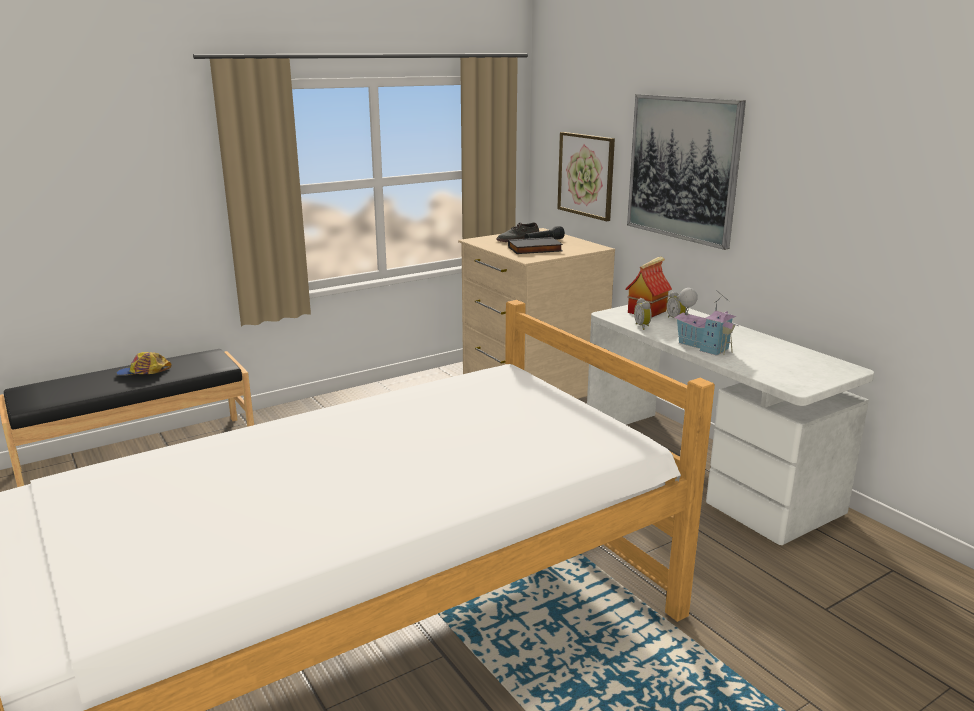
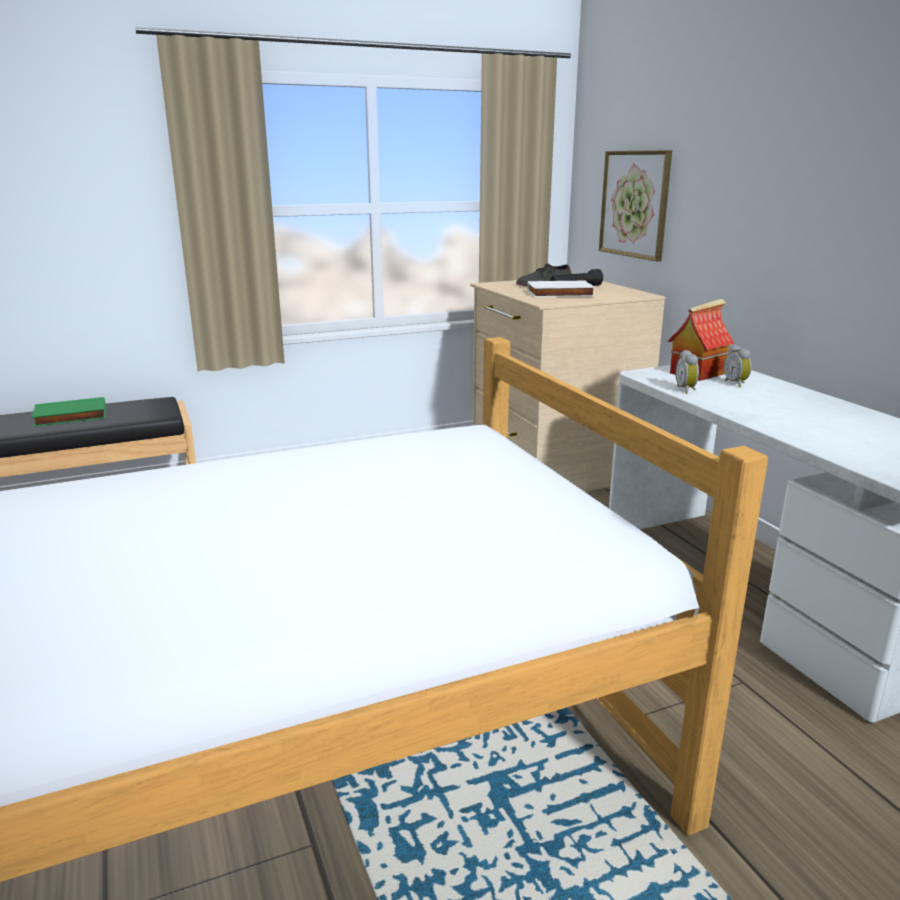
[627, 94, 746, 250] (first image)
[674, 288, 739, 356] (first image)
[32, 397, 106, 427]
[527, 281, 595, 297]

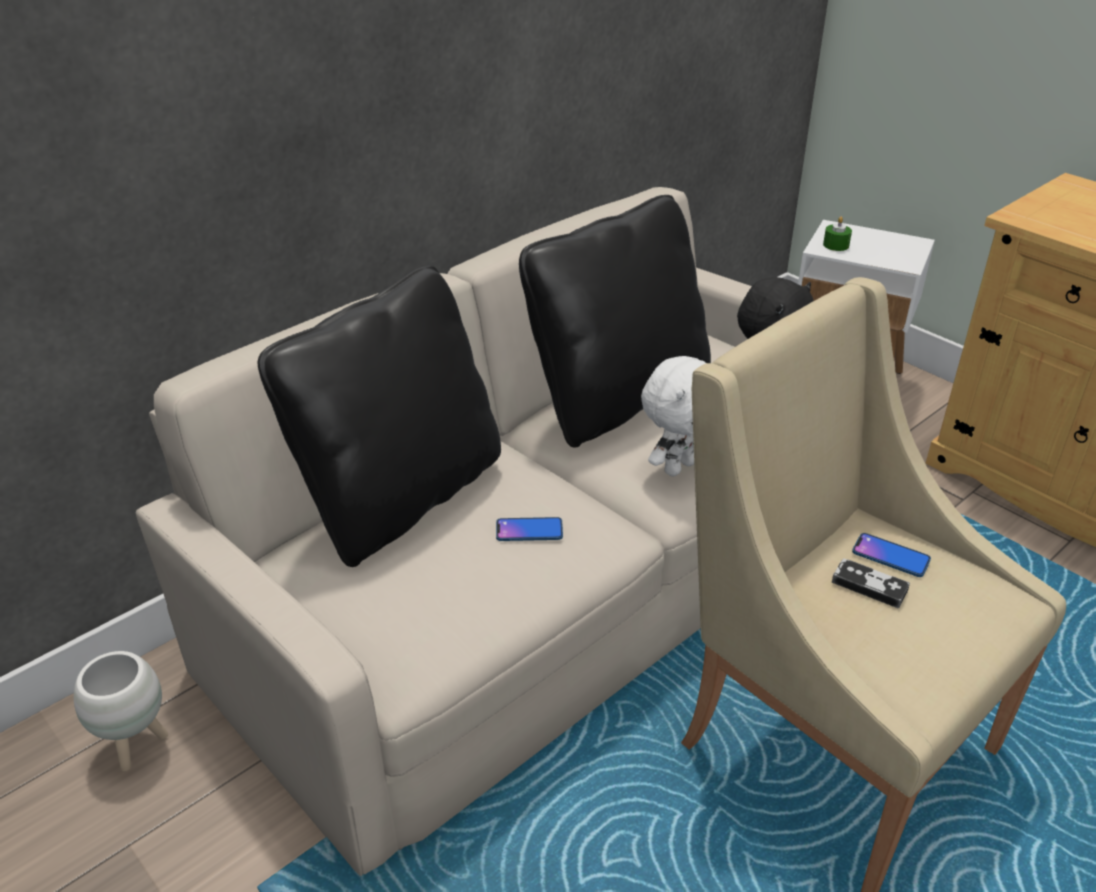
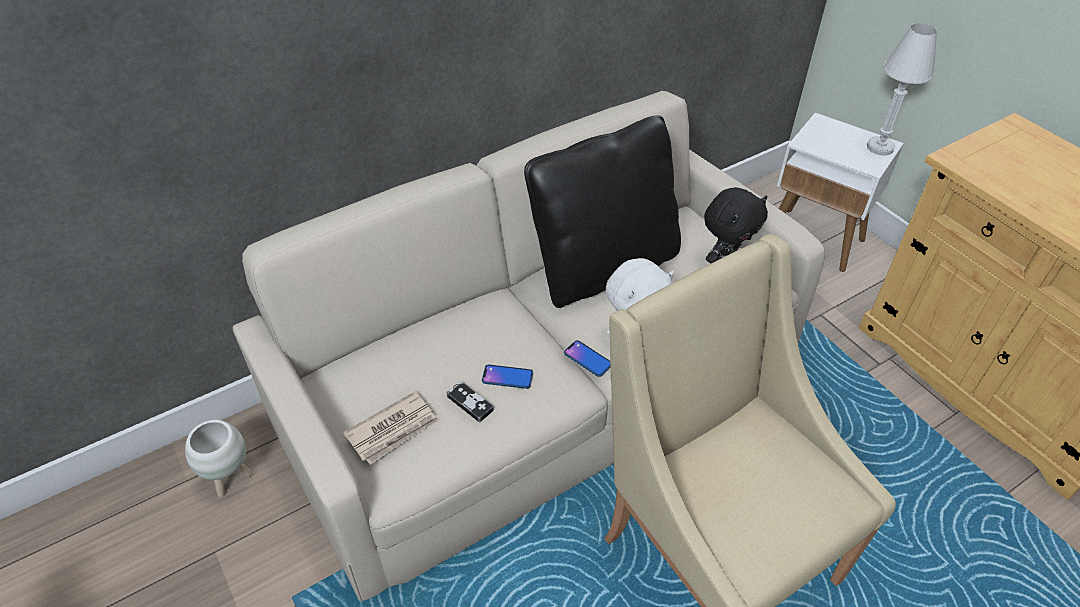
[257, 266, 501, 567] (first image)
[823, 217, 852, 251] (first image)
[343, 392, 440, 465]
[867, 23, 937, 156]
[447, 381, 494, 422]
[564, 340, 611, 377]

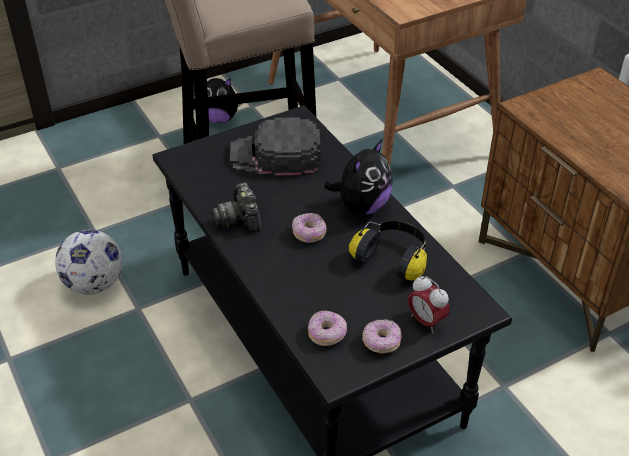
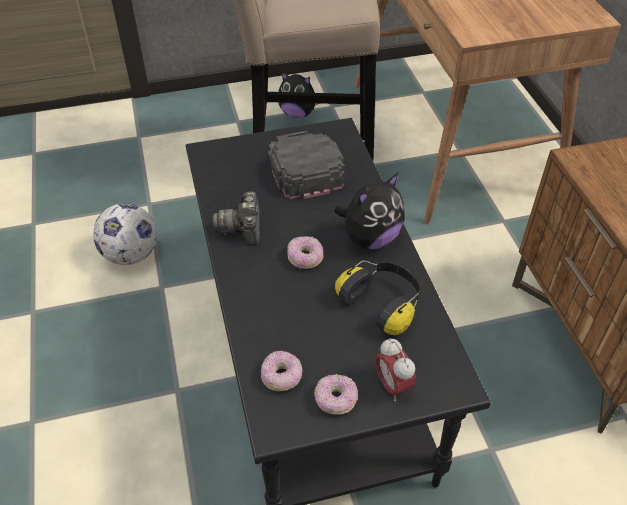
[268, 131, 345, 199]

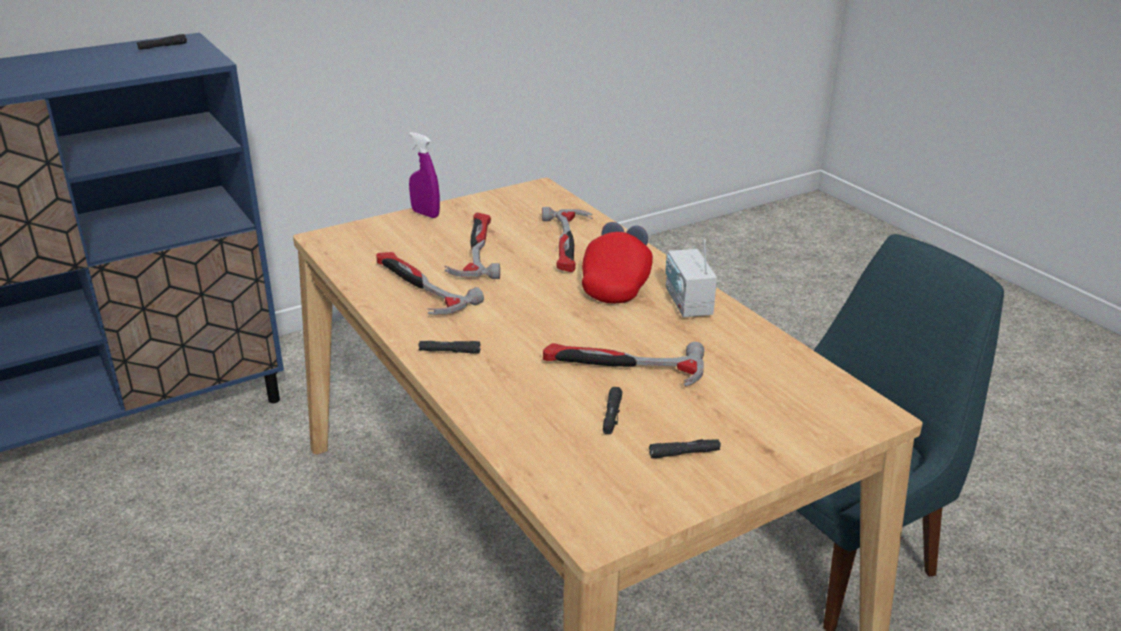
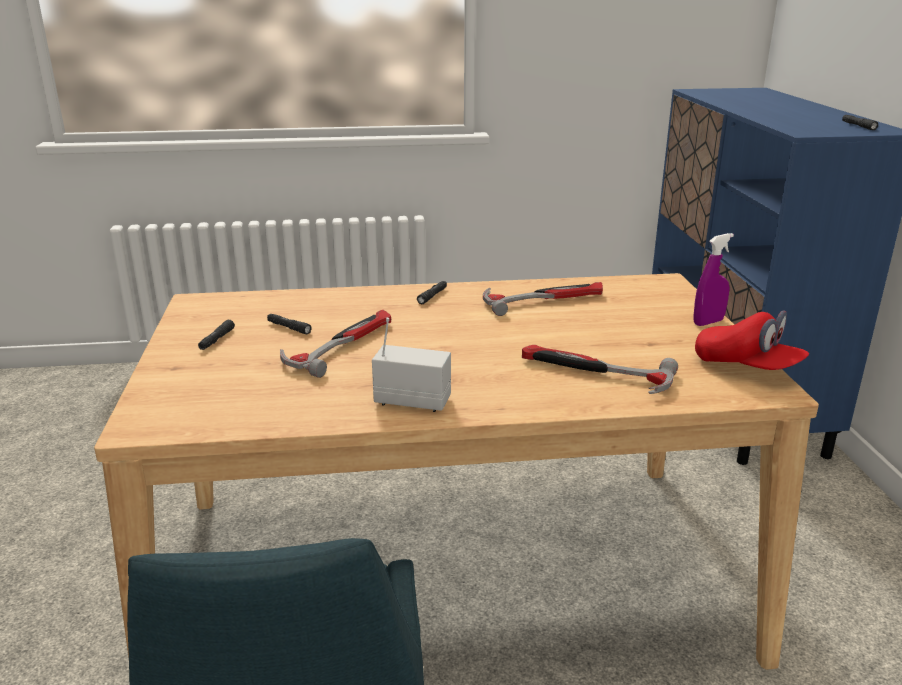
[444, 212, 500, 279] (first image)
[695, 310, 809, 370]

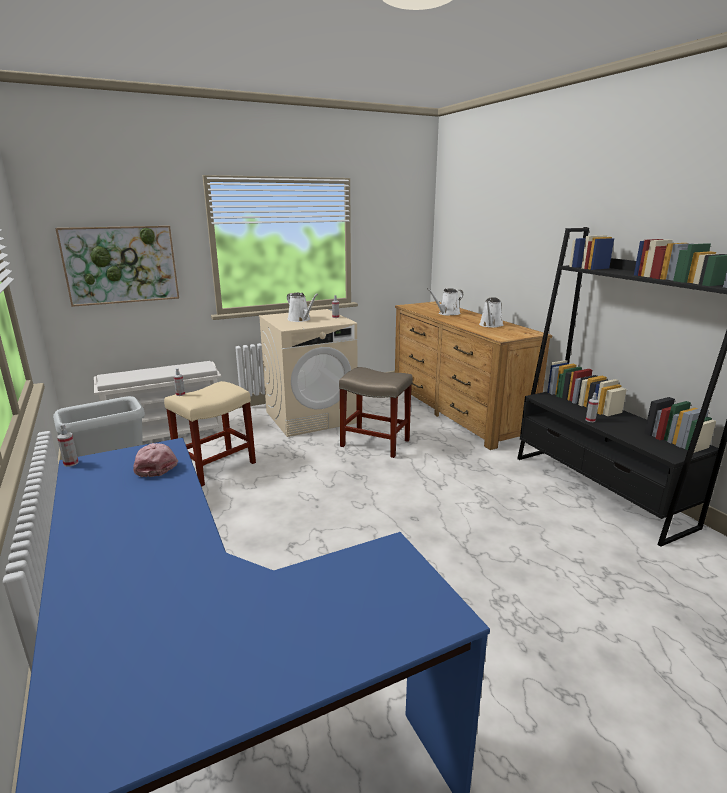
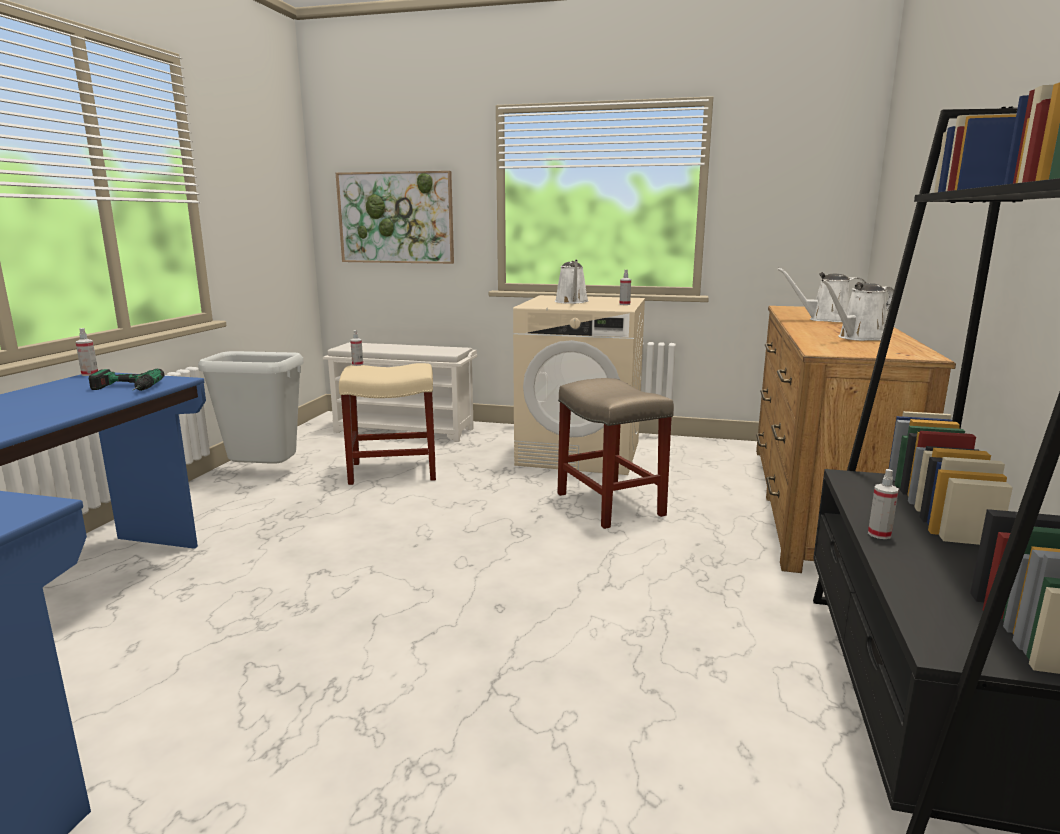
[89, 369, 164, 391]

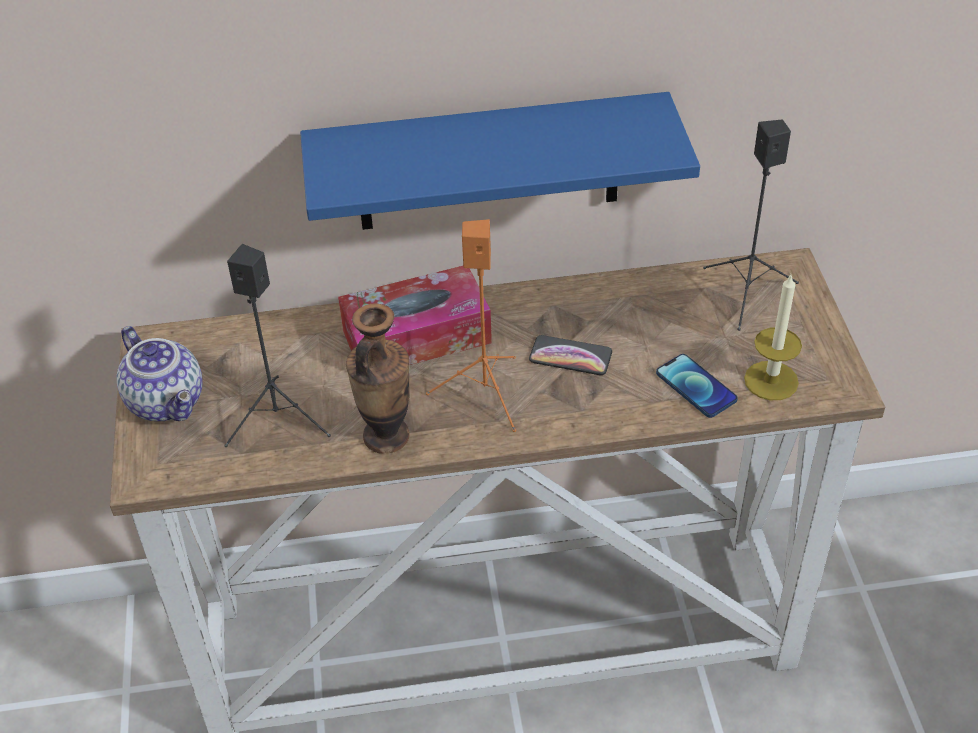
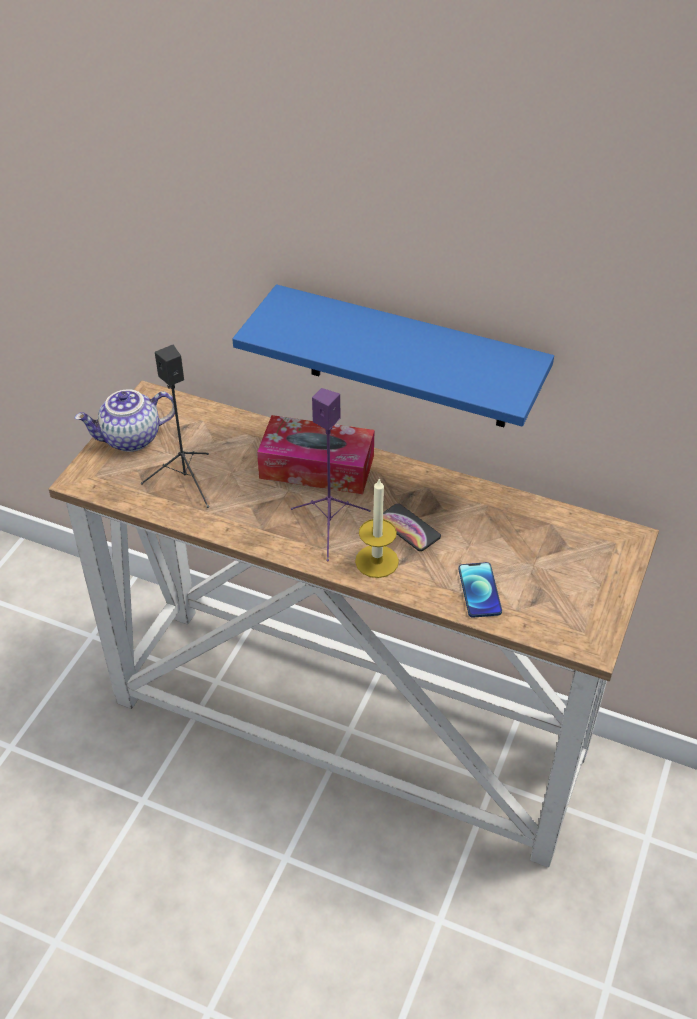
[346, 303, 410, 453] (first image)
[703, 120, 799, 331] (first image)
[355, 478, 399, 578]
[291, 388, 371, 561]
[75, 389, 175, 452]

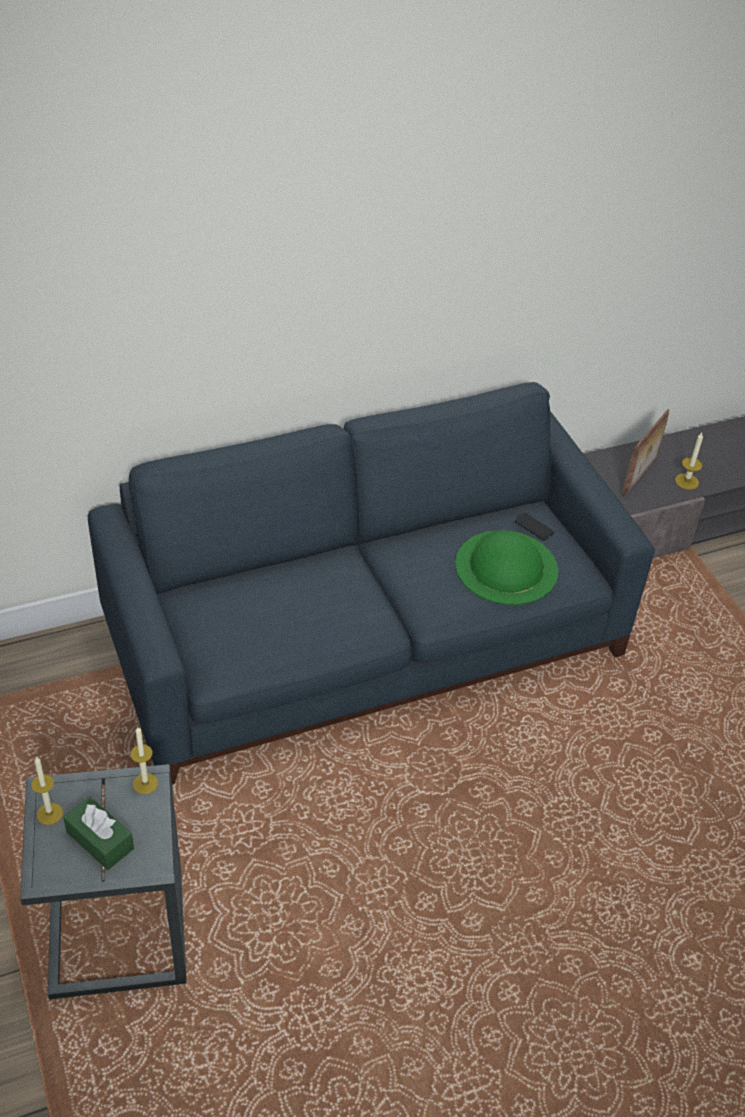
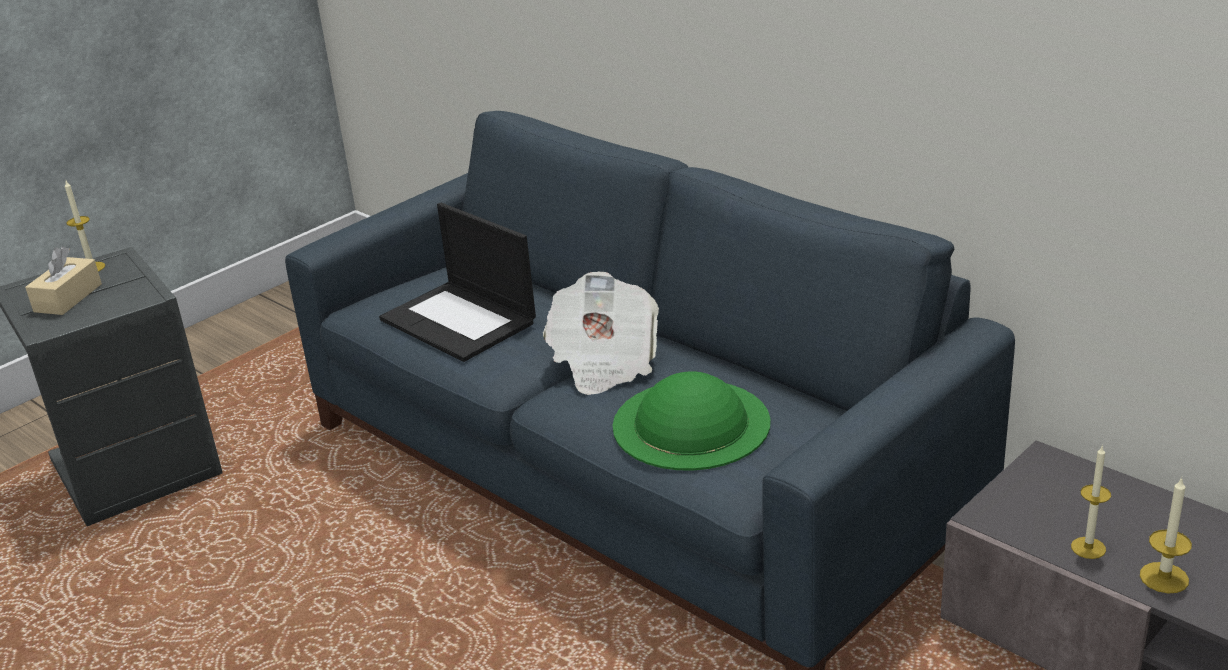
[515, 513, 554, 541] (first image)
[621, 409, 669, 497] (first image)
[379, 203, 536, 362]
[543, 271, 659, 395]
[1071, 445, 1111, 559]
[25, 247, 102, 315]

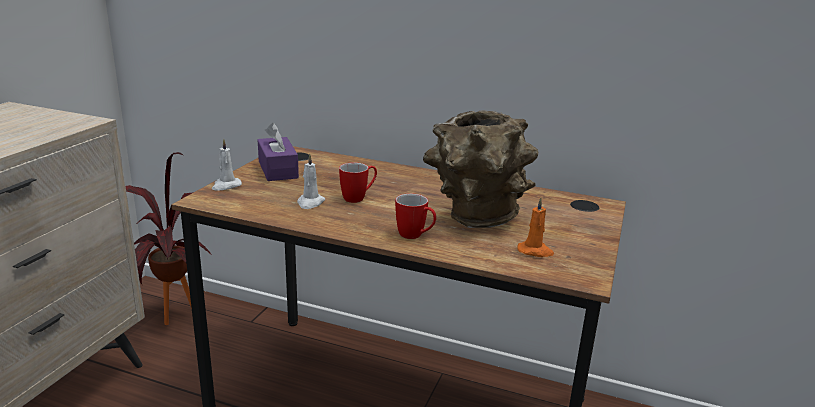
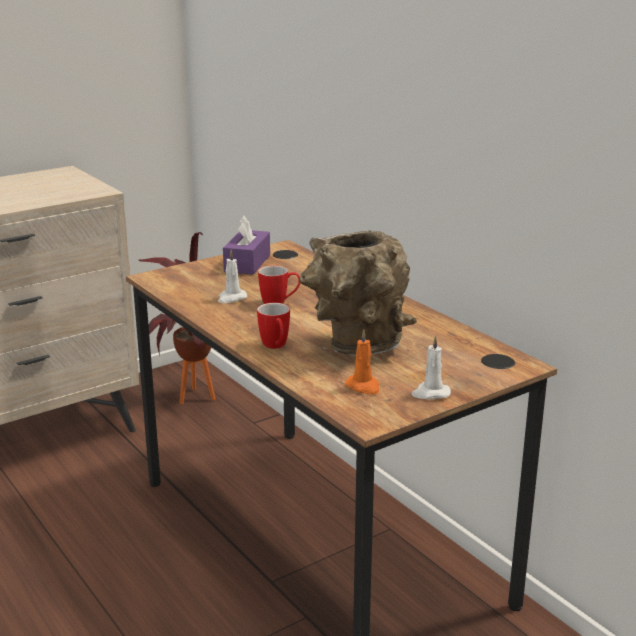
[412, 335, 451, 399]

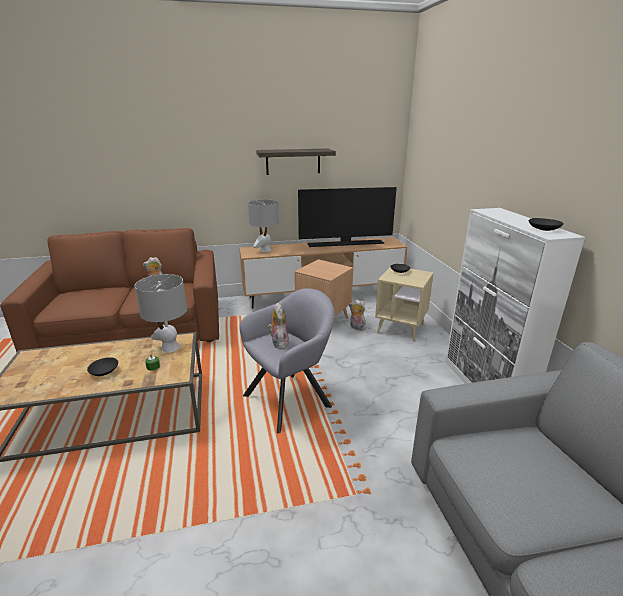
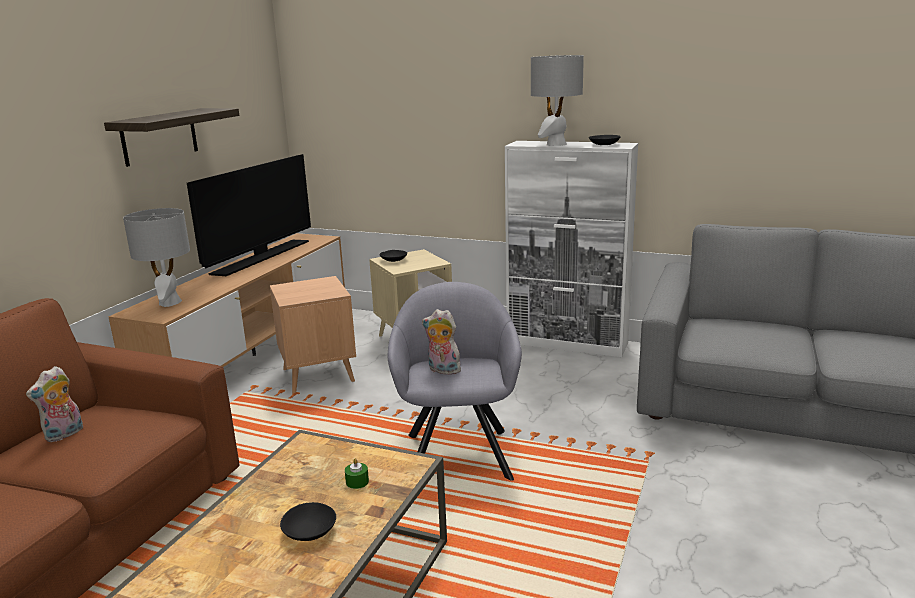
[349, 300, 366, 331] (first image)
[531, 55, 584, 146]

